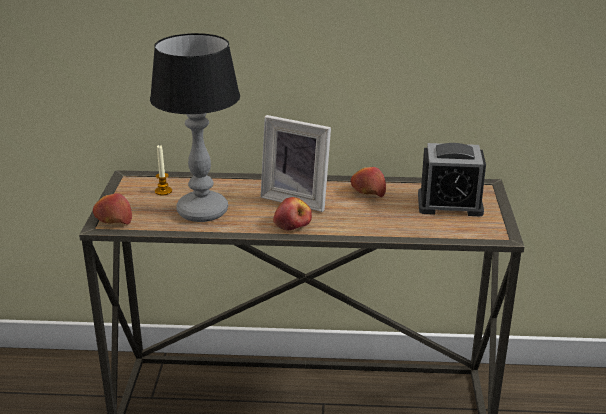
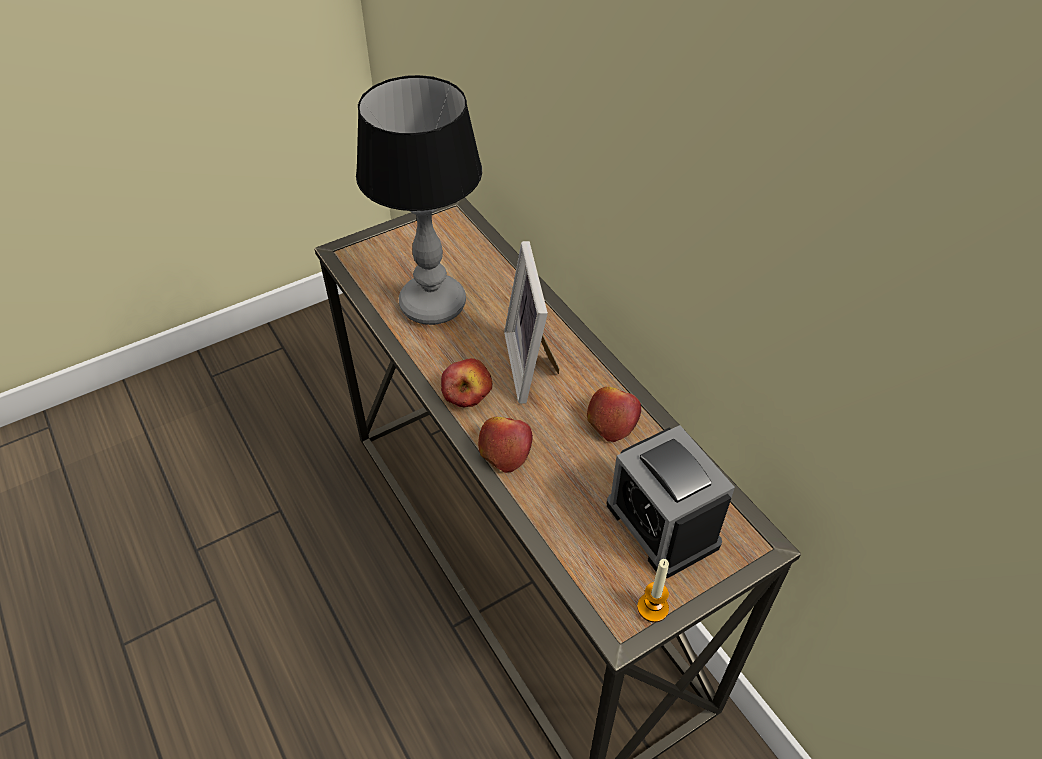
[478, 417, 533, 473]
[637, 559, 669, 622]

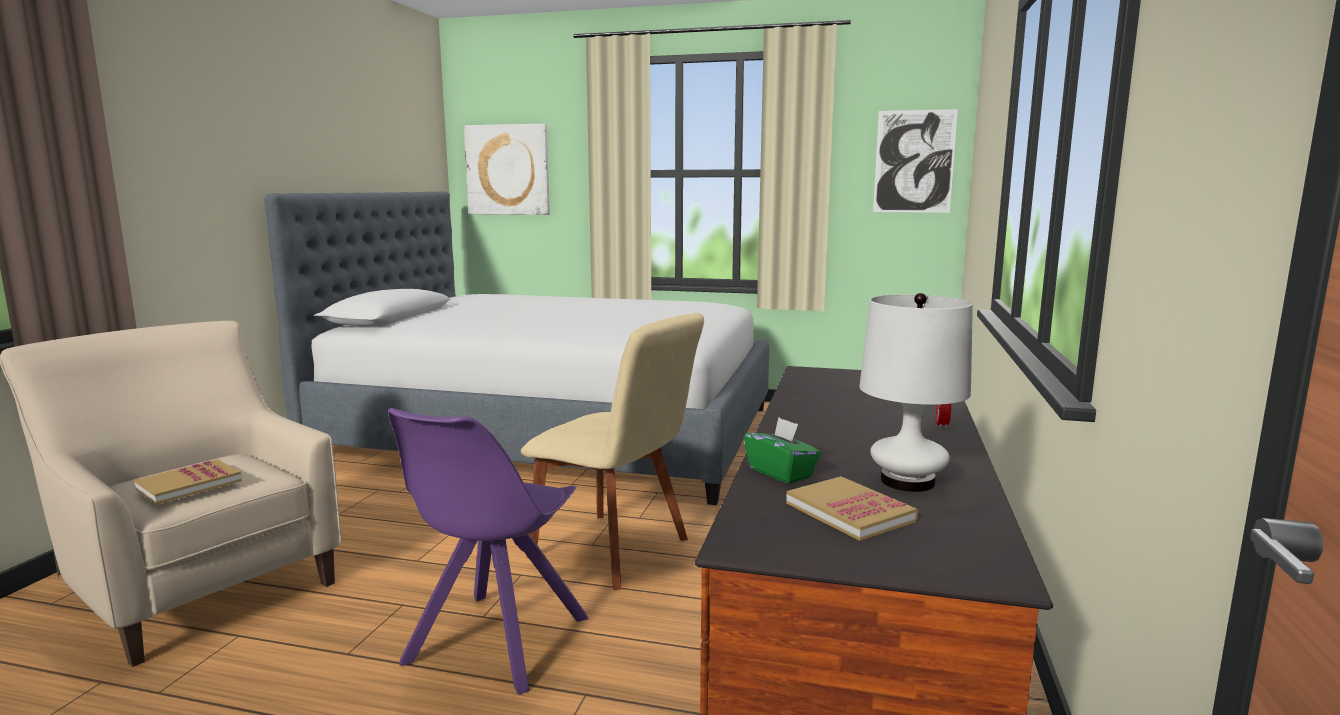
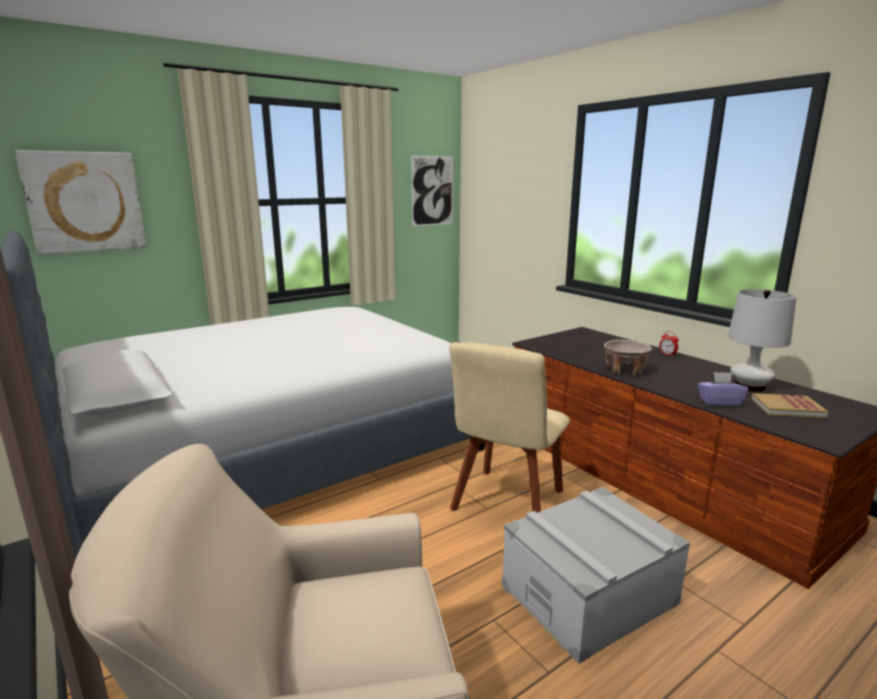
[134, 459, 242, 504] (first image)
[604, 339, 652, 376]
[502, 487, 690, 663]
[698, 372, 749, 406]
[449, 342, 570, 513]

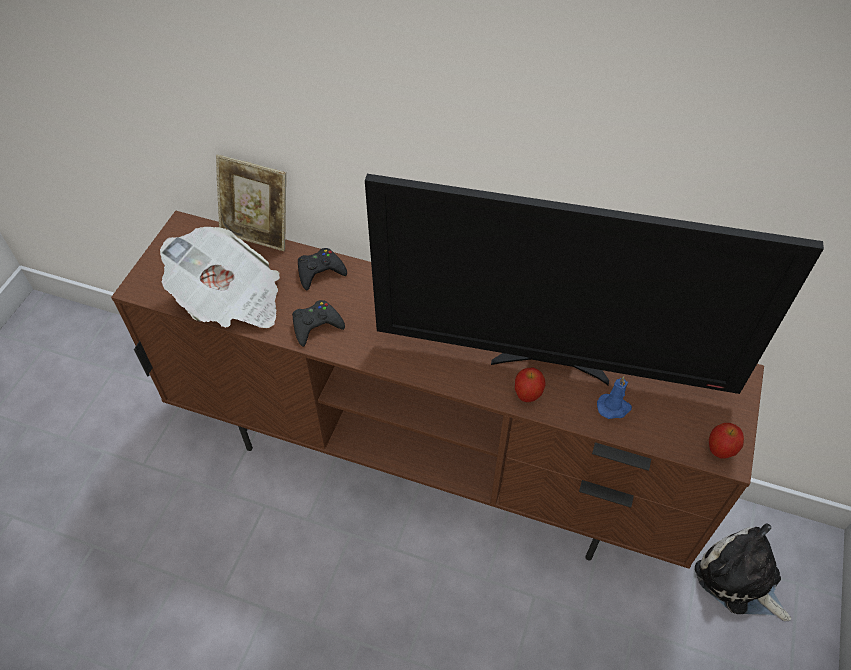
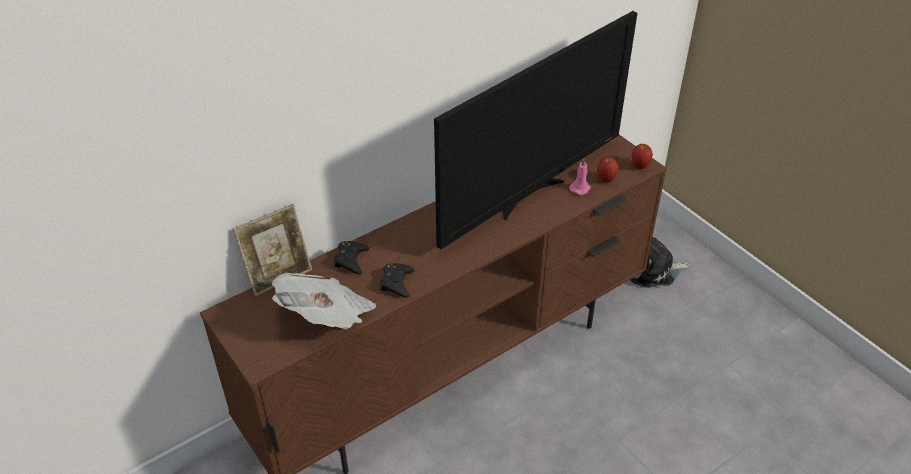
[597, 157, 619, 183]
[569, 159, 591, 195]

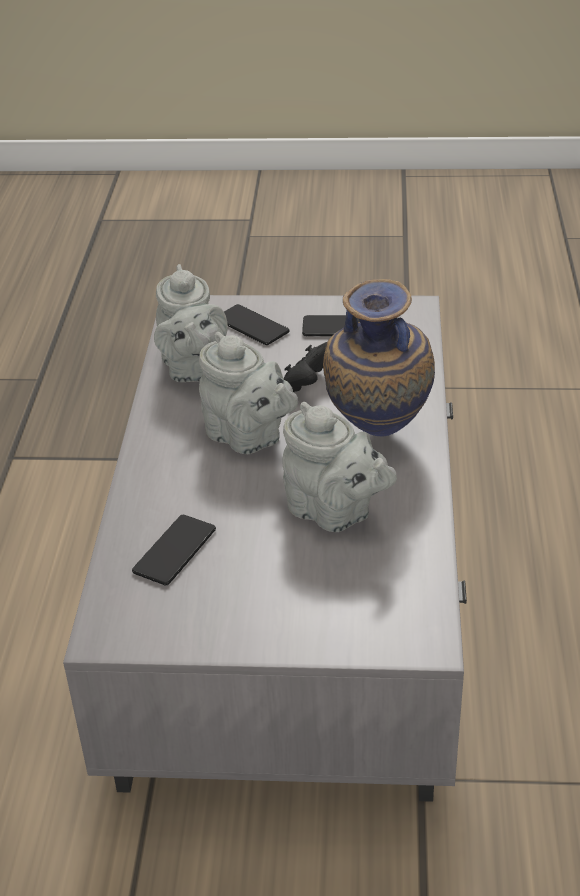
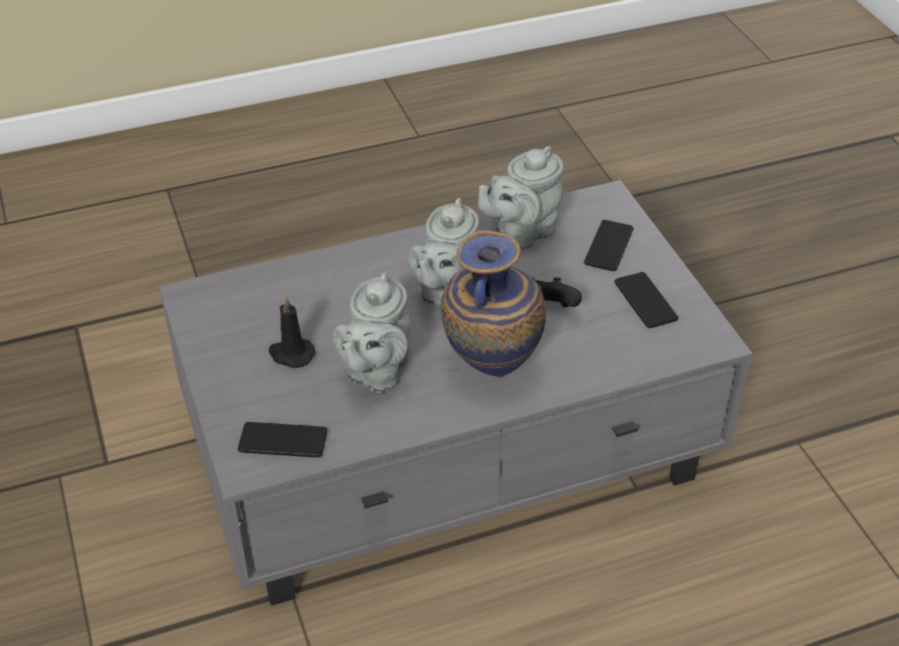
[269, 296, 316, 368]
[238, 422, 327, 458]

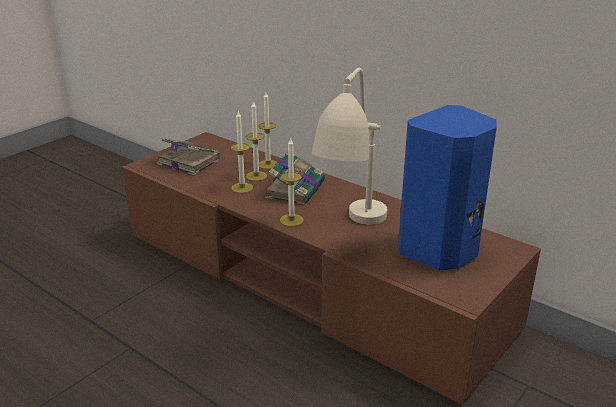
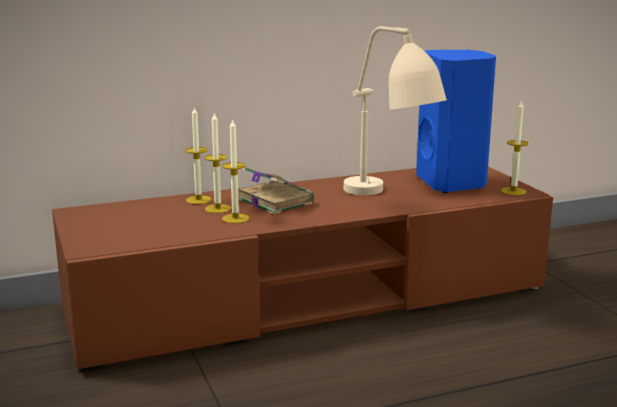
[156, 137, 220, 175] (first image)
[501, 101, 529, 195]

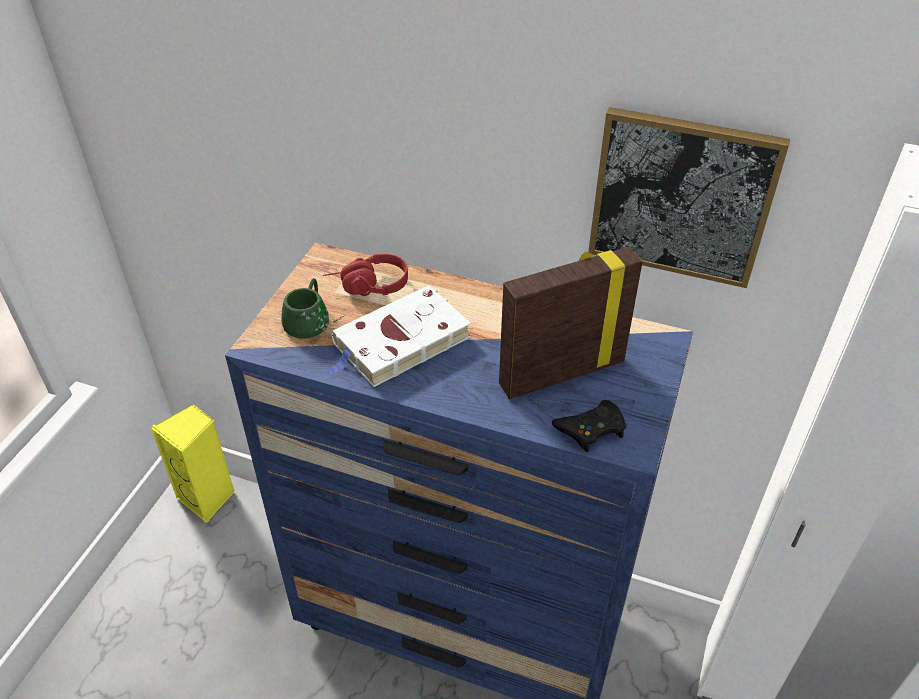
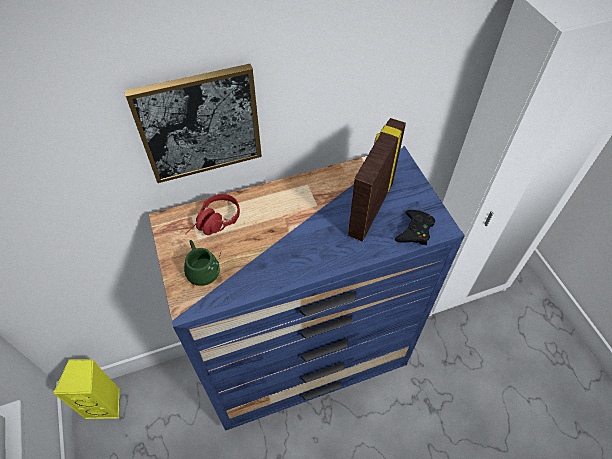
[326, 285, 471, 387] (first image)
[125, 64, 262, 183]

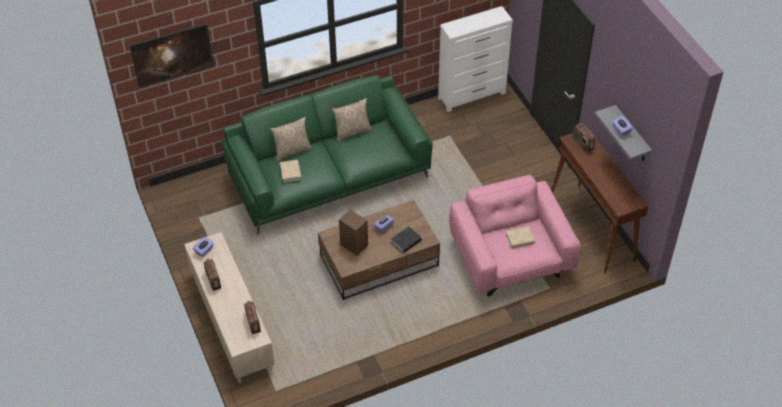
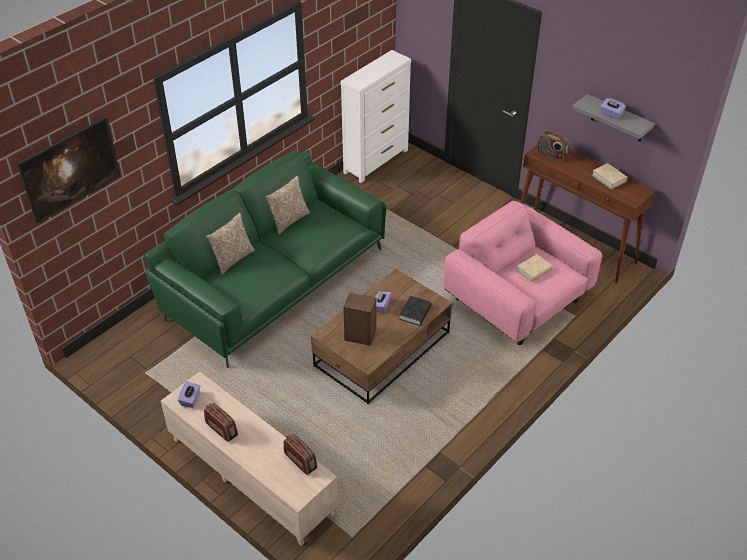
[592, 163, 628, 189]

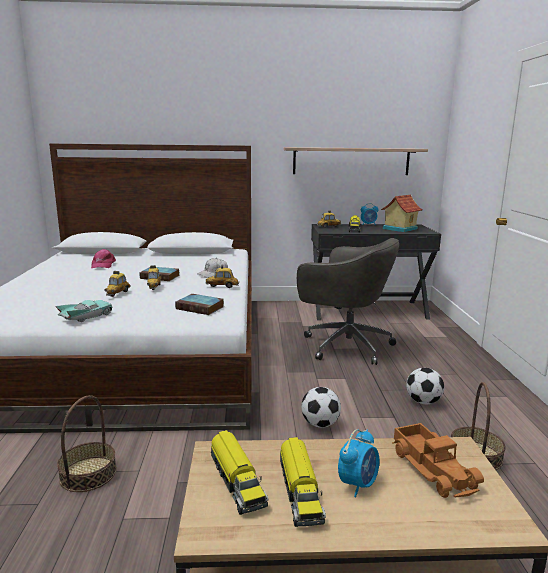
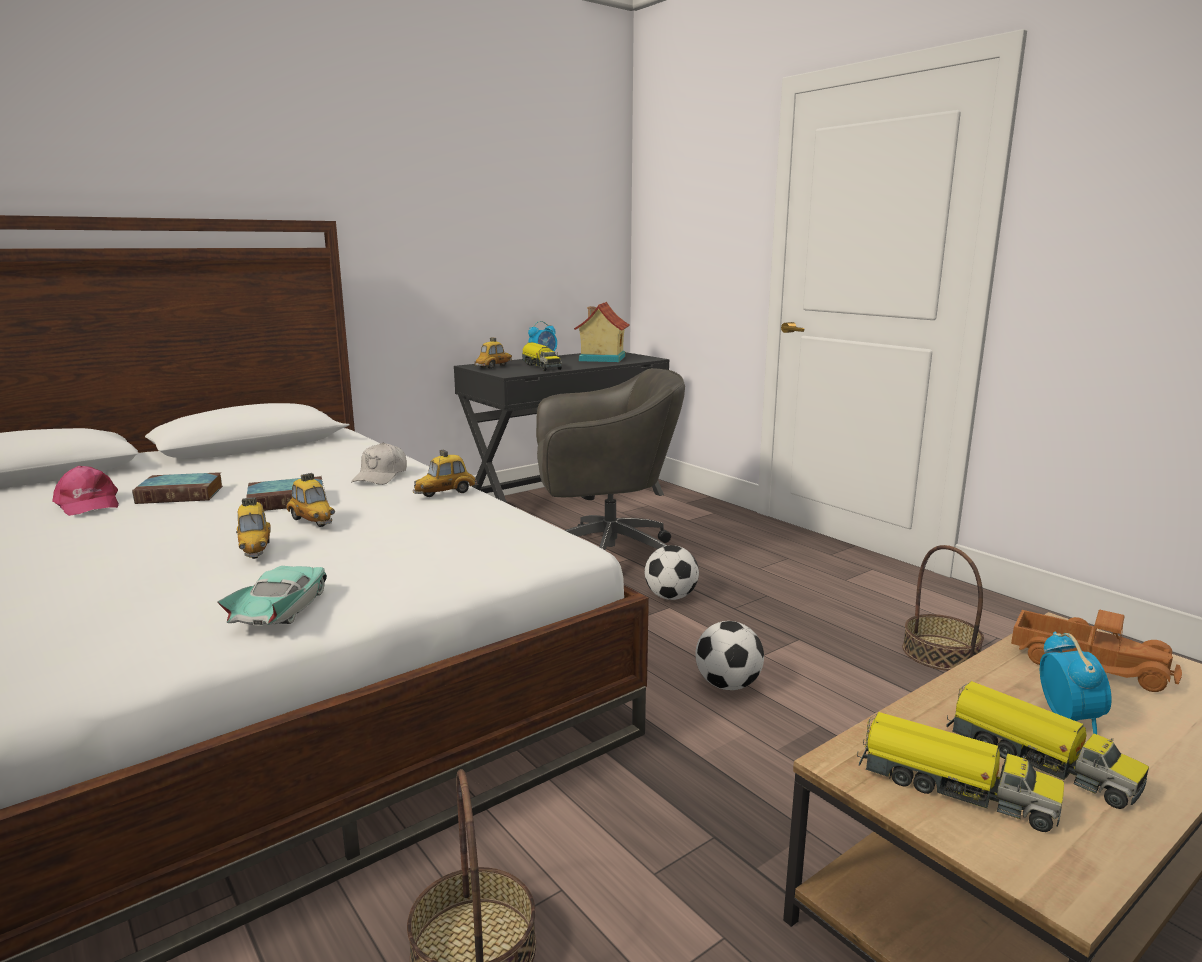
[284, 147, 428, 175] (first image)
[132, 472, 223, 504]
[645, 545, 699, 600]

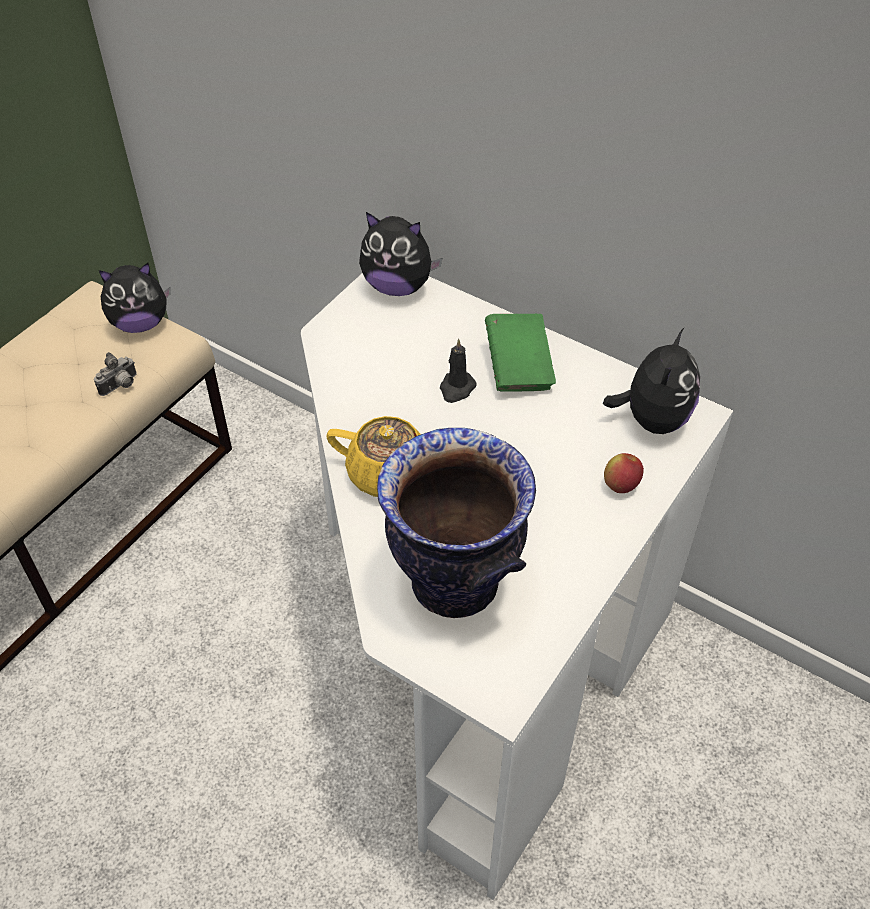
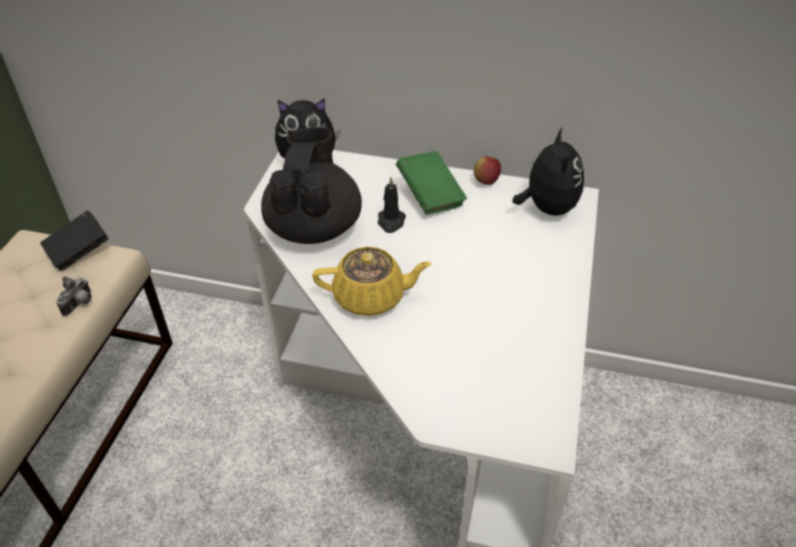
[377, 428, 536, 618] (first image)
[261, 127, 362, 244]
[474, 157, 501, 185]
[40, 210, 109, 271]

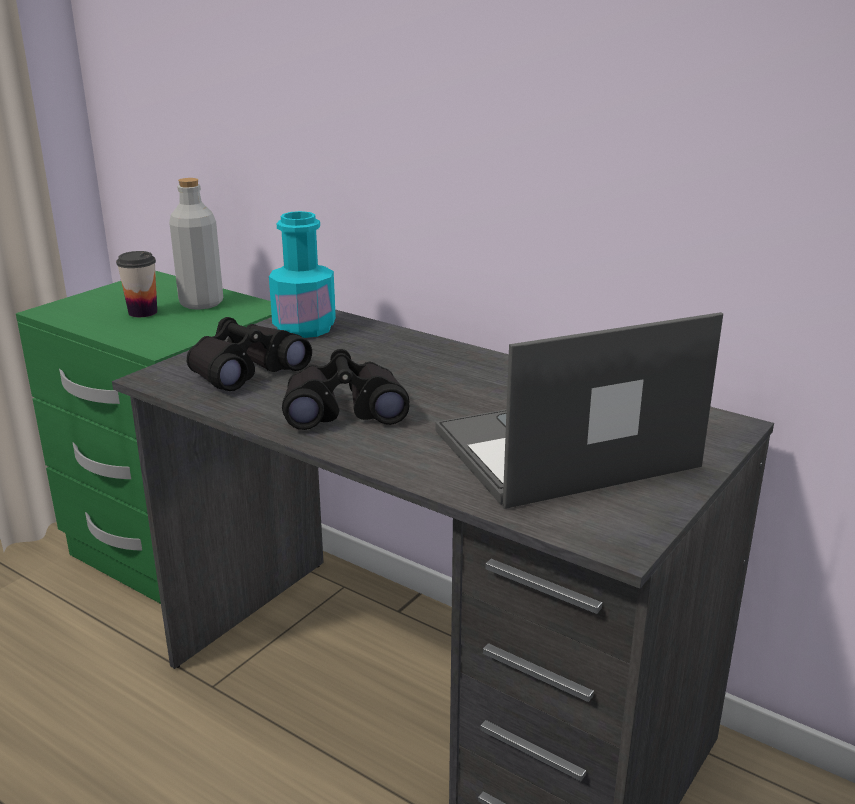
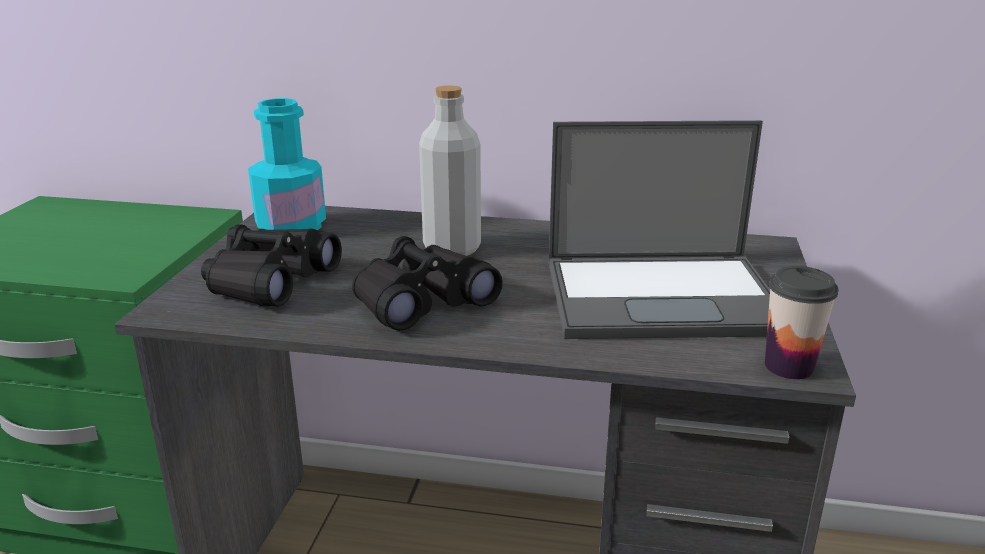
[765, 266, 838, 380]
[419, 85, 481, 256]
[549, 120, 770, 339]

